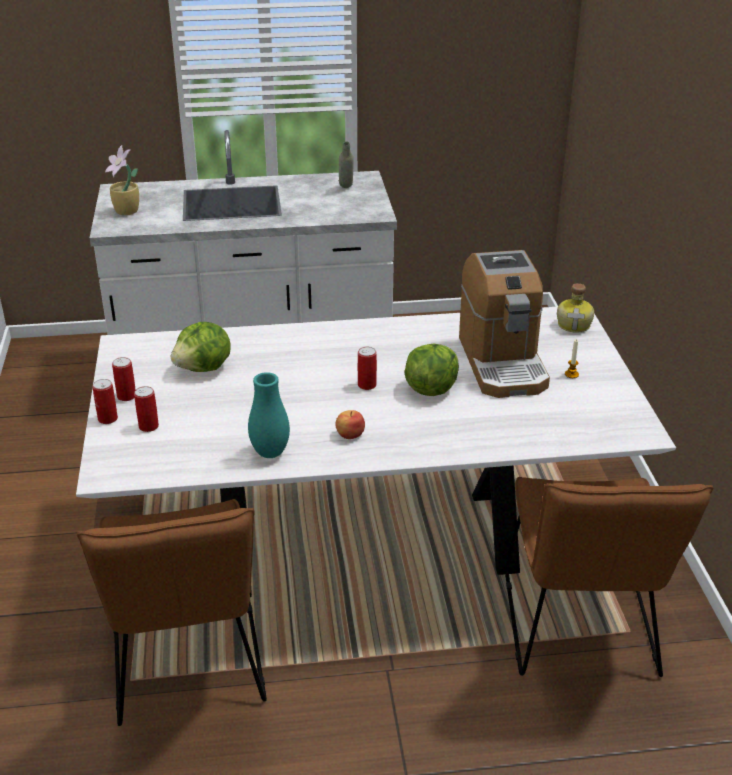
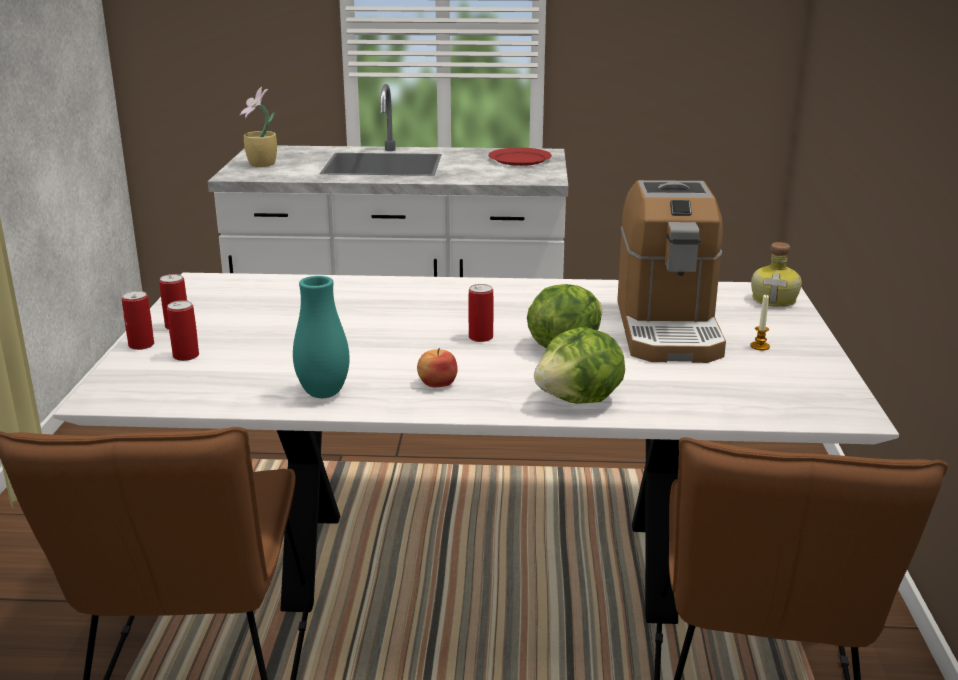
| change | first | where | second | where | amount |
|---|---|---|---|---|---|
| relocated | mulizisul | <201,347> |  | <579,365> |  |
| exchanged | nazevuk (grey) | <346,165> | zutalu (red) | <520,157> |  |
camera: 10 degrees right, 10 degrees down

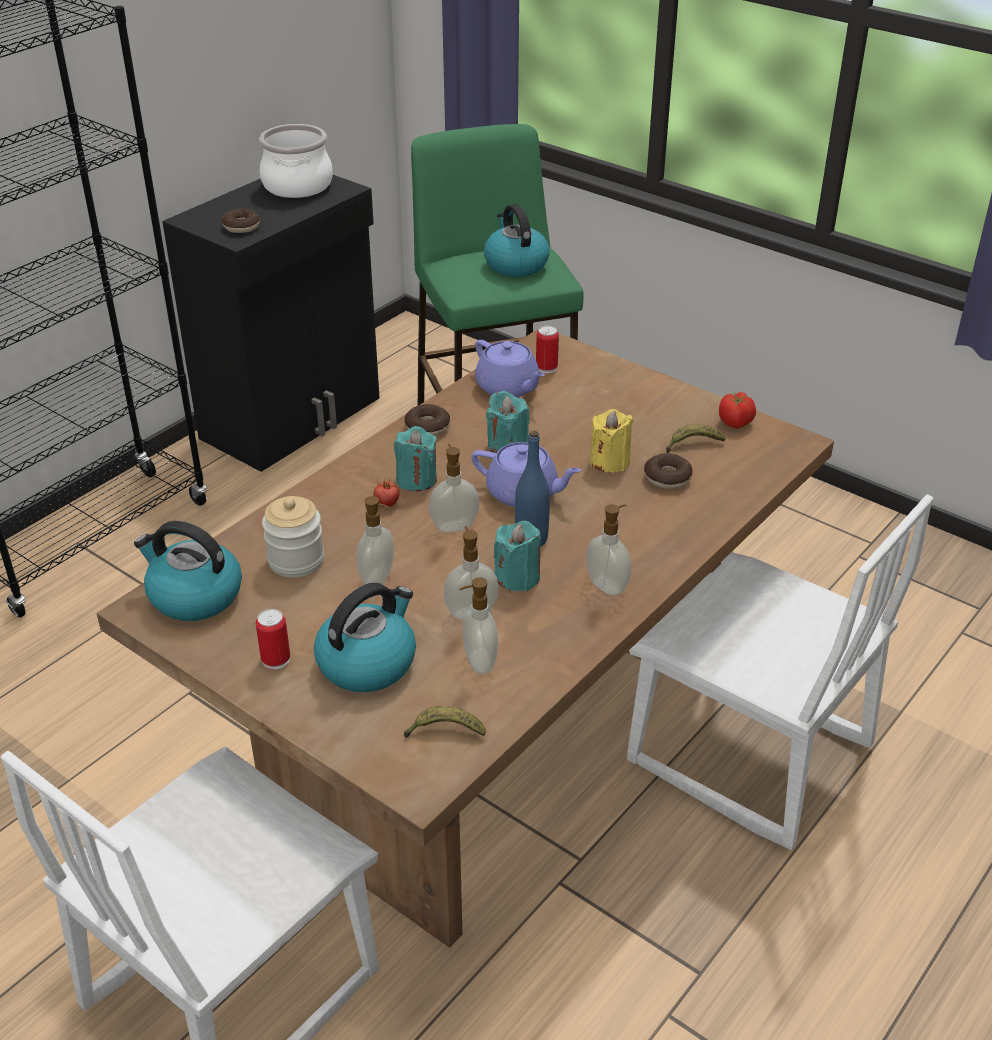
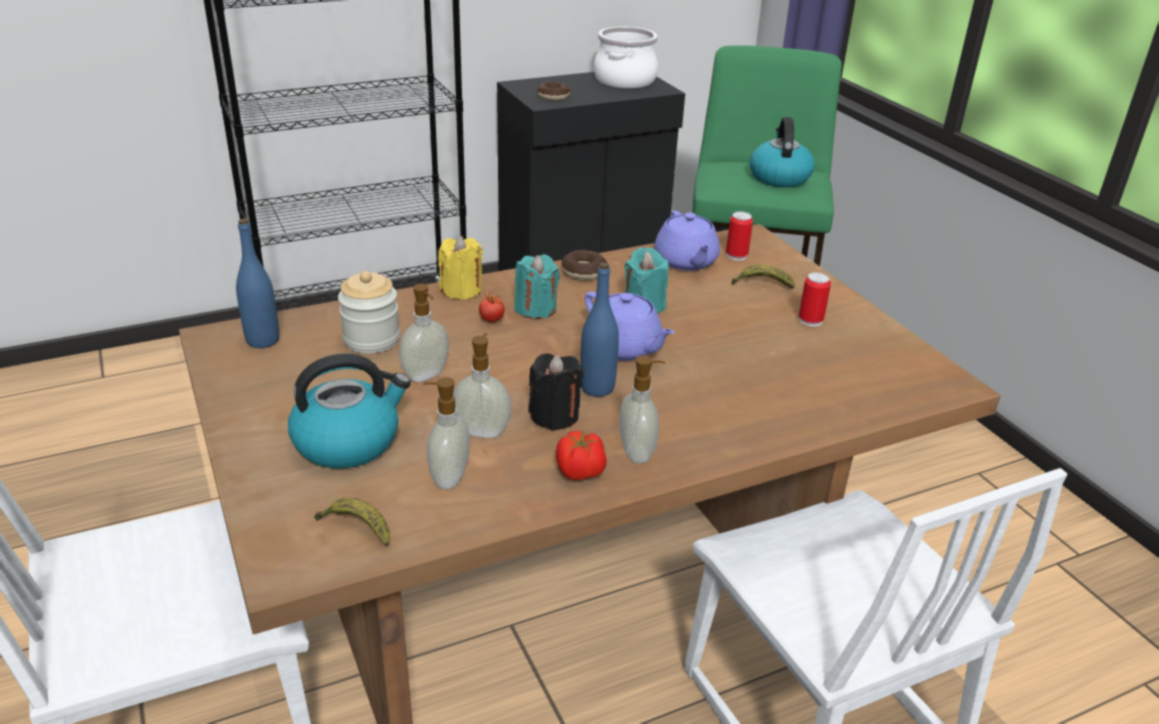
| change | first | where | second | where | amount |
|---|---|---|---|---|---|
| exchanged | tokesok | <188,571> | nazevuk (blue) | <257,283> |  |
| relocated | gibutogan | <273,639> |  | <815,299> |  |
| missing | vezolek | <454,488> |  |  |  |
| colour | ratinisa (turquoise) | <517,556> | ratinisa (black) | <556,392> |  |
| relocated | ratinisa (yellow) | <611,440> |  | <460,268> |  |
| missing | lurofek | <668,471> |  |  |  |
| relocated | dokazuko | <696,438> |  | <763,277> |  |
| relocated | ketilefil | <737,410> |  | <581,455> |  |
camera: 25 degrees right, 5 degrees down

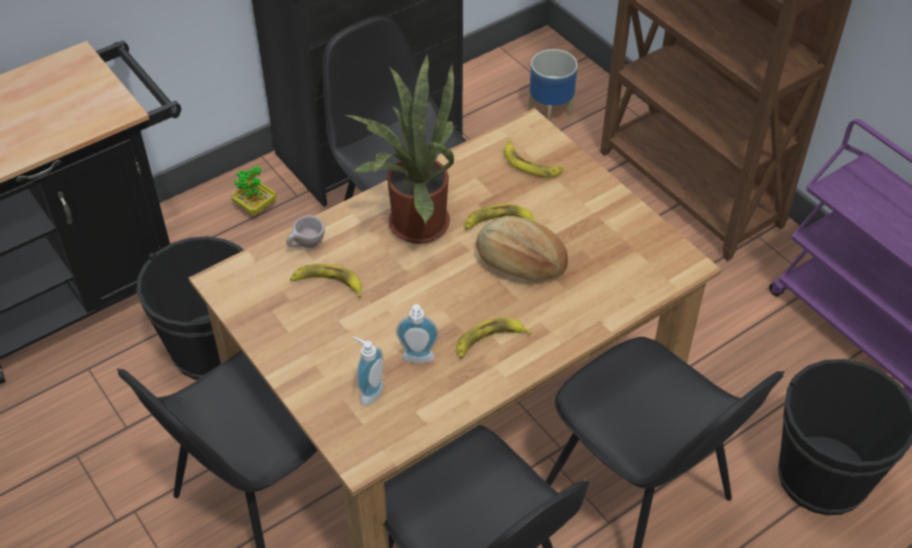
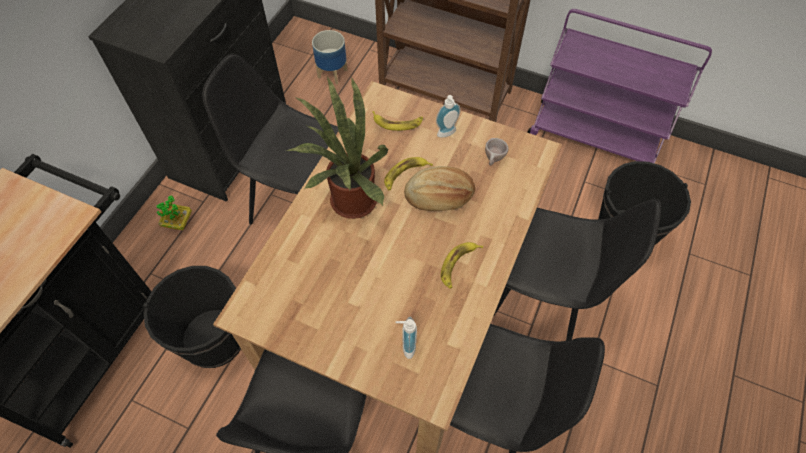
| change | first | where | second | where | amount |
|---|---|---|---|---|---|
| relocated | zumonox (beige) | <305,231> |  | <496,152> |  |
| missing | dokazuko | <326,281> |  |  |  |
| relocated | vezolek | <417,334> |  | <448,116> |  |
camera: 30 degrees left, 10 degrees up

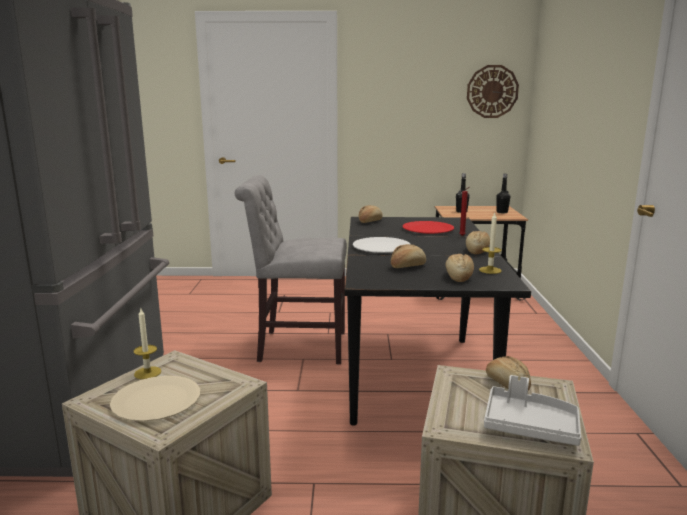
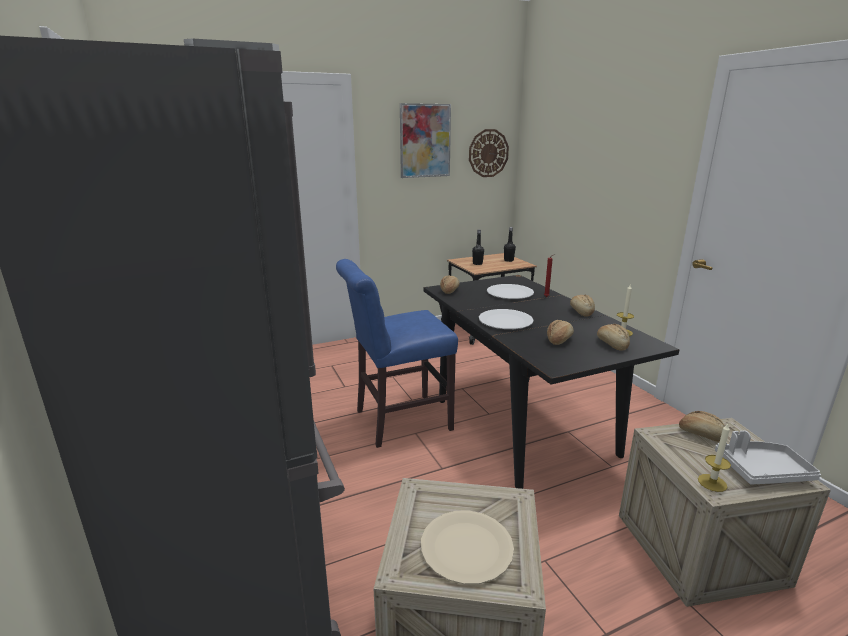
| change | first | where | second | where | amount |
|---|---|---|---|---|---|
| relocated | ratinisa | <147,344> |  | <714,458> |  |
| colour | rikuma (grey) | <291,270> | rikuma (blue) | <397,353> |  |
| colour | zutalu (red) | <428,227> | zutalu (white) | <510,291> |  |
| appeared |  |  | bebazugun | <425,140> |  |
camera: 25 degrees left, 5 degrees up

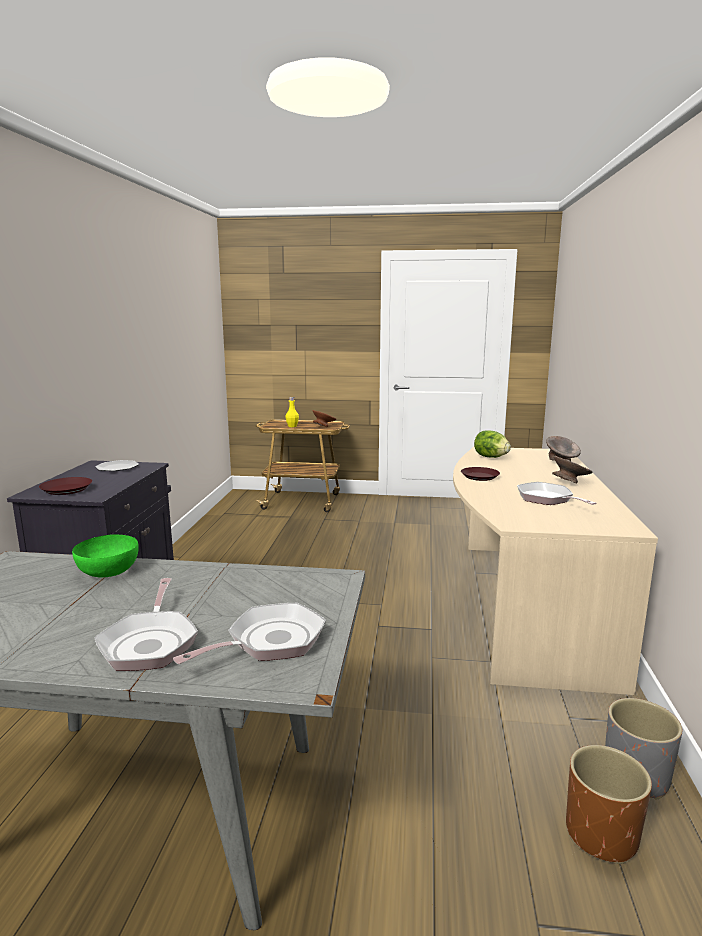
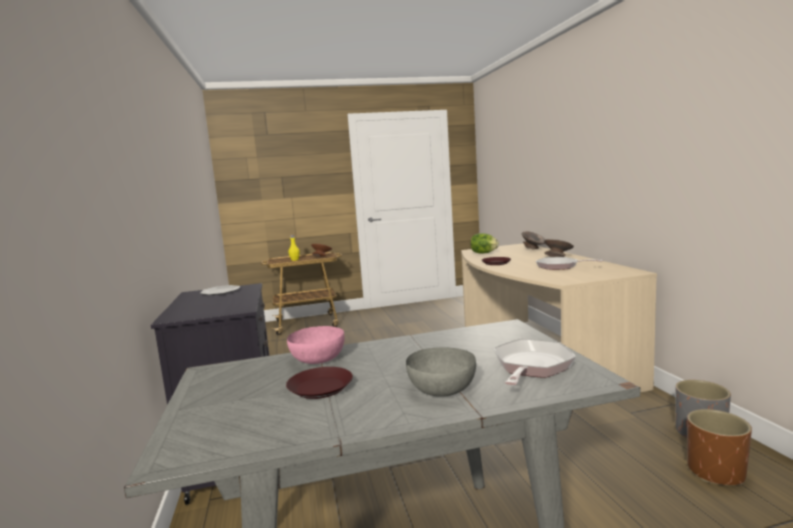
| change | first | where | second | where | amount |
|---|---|---|---|---|---|
| relocated | zutalu (brown) | <65,486> |  | <319,383> |  |
| colour | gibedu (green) | <105,556> | gibedu (pink) | <316,345> |  |
| exchanged | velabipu | <146,624> | gibedu (grey) | <441,372> |  |
camera: 20 degrees left, 5 degrees down

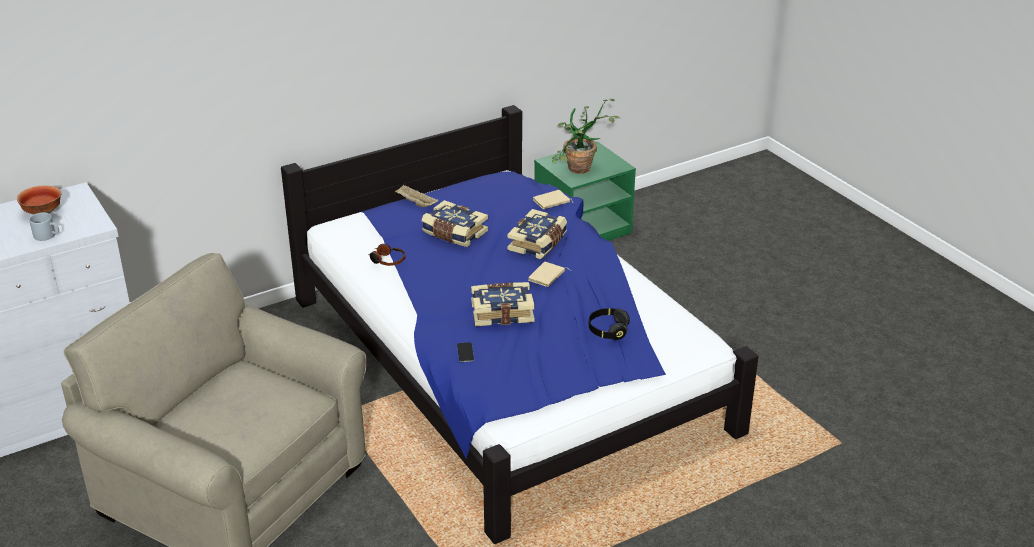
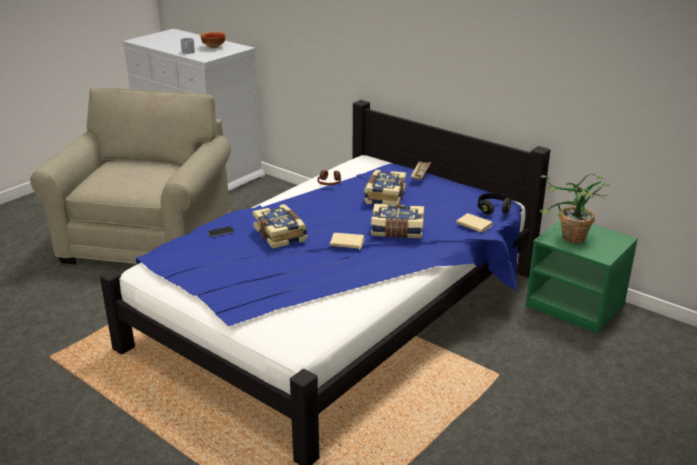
| change | first | where | second | where | amount |
|---|---|---|---|---|---|
| relocated | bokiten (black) | <609,324> |  | <494,204> |  |
camera: 70 degrees right, 5 degrees down

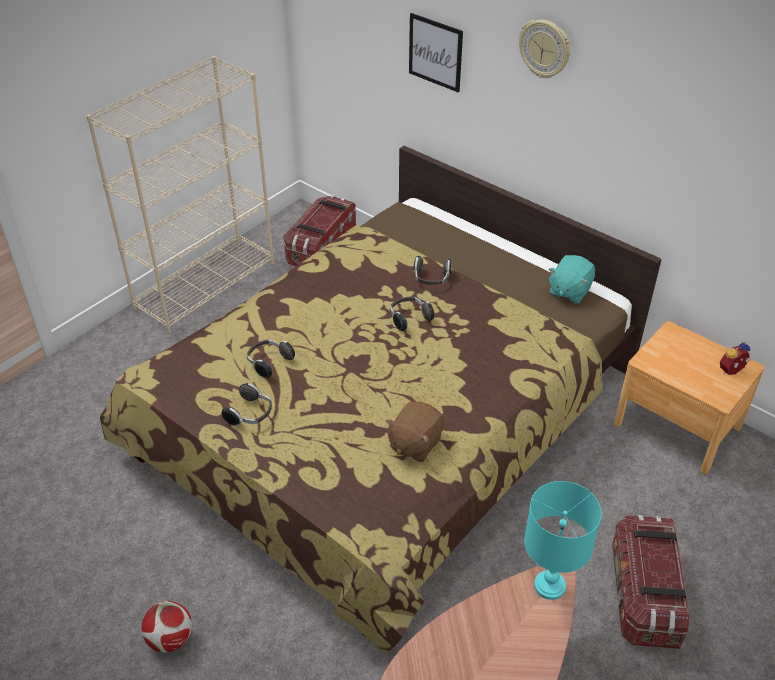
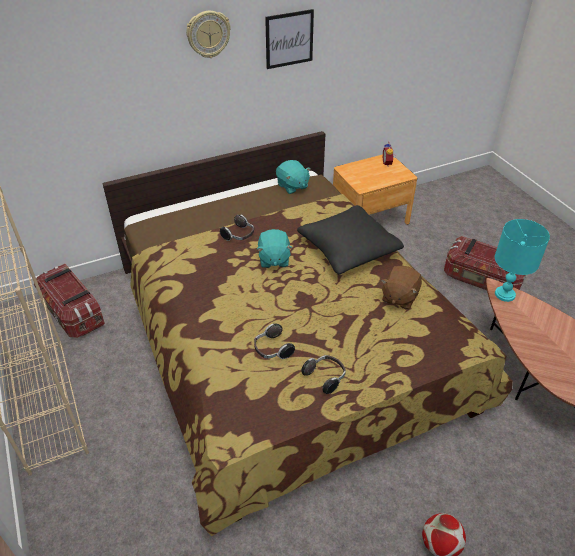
| change | first | where | second | where | amount |
|---|---|---|---|---|---|
| spun | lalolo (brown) | <415,431> |  | <401,287> | 60 degrees clockwise |
| exchanged | bokiten | <412,314> | lalolo (turquoise) | <274,248> |  |
| relocated | bebazugun | <436,52> |  | <289,39> |  |
| appeared |  |  | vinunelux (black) | <350,239> |  |
camera: 65 degrees left, 0 degrees up

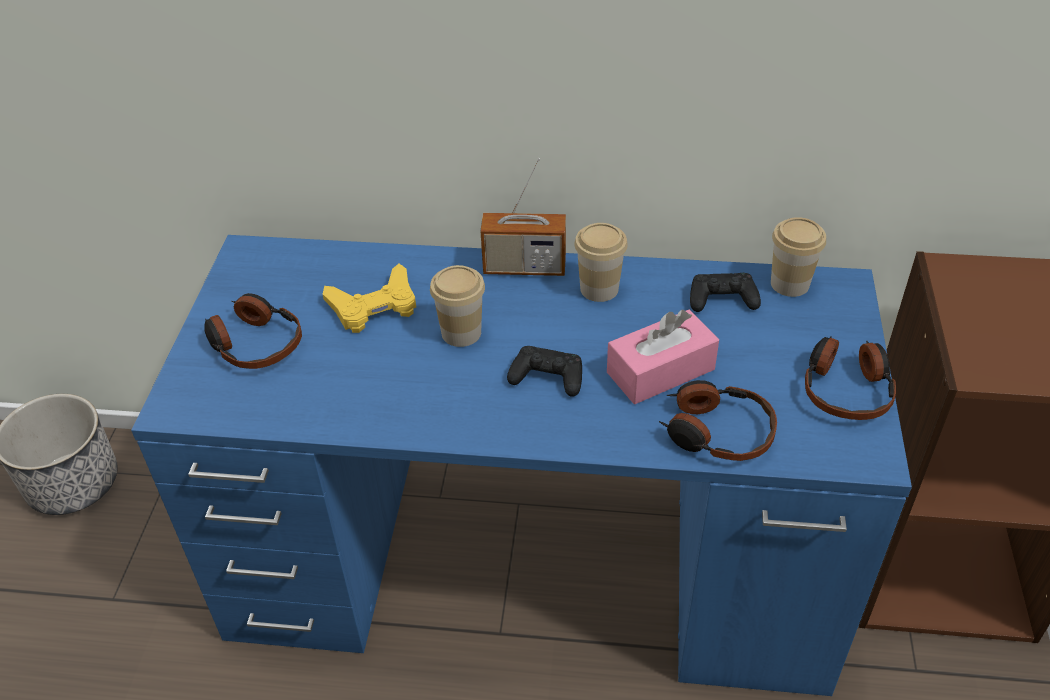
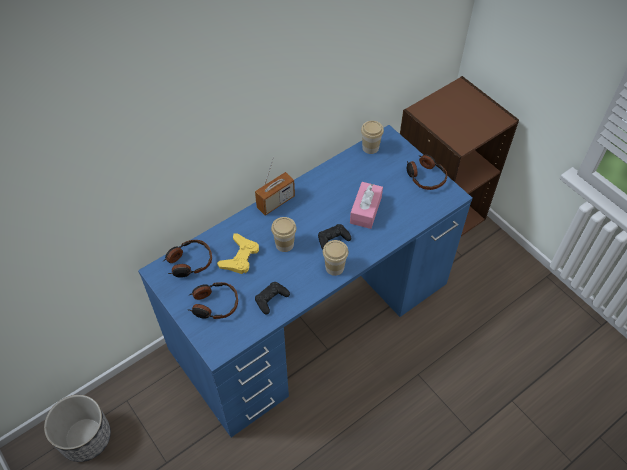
| change | first | where | second | where | amount |
|---|---|---|---|---|---|
| relocated | zumonox | <601,262> |  | <336,258> |  |
| relocated | bokiten | <718,420> |  | <187,259> |  |
| relocated | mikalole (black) | <725,292> |  | <272,298> |  |
camera: 45 degrees left, 10 degrees up

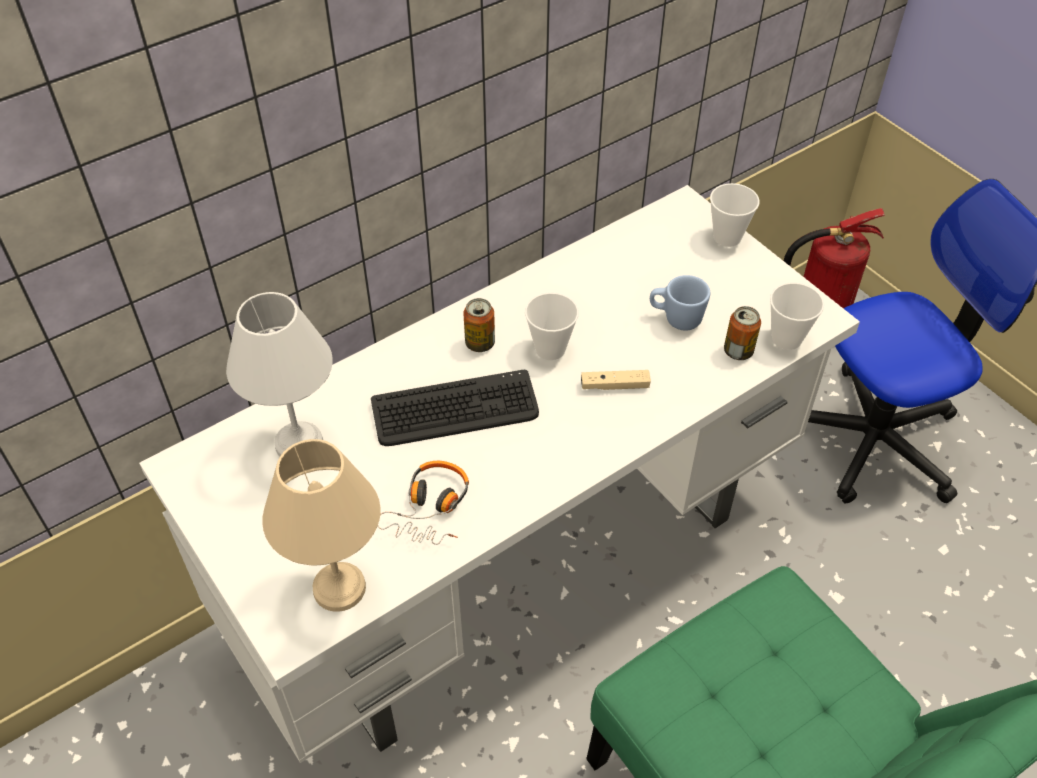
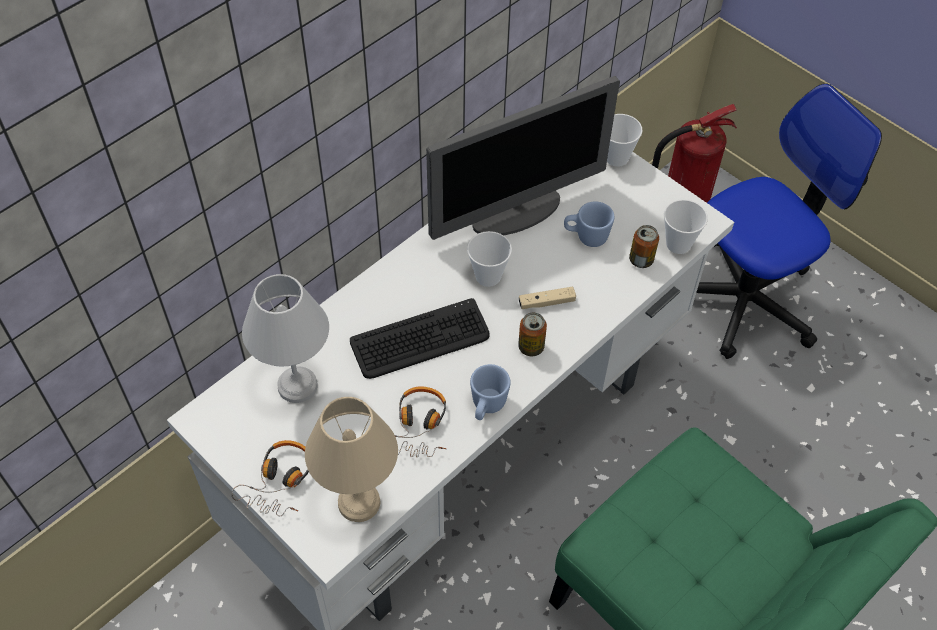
| change | first | where | second | where | amount |
|---|---|---|---|---|---|
| relocated | gibutogan | <479,325> |  | <532,334> |  |
| appeared |  |  | bokiten | <270,478> |  |
| appeared |  |  | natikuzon | <523,158> |  |
| appeared |  |  | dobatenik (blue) | <490,392> |  |
camera: 10 degrees left, 5 degrees up

